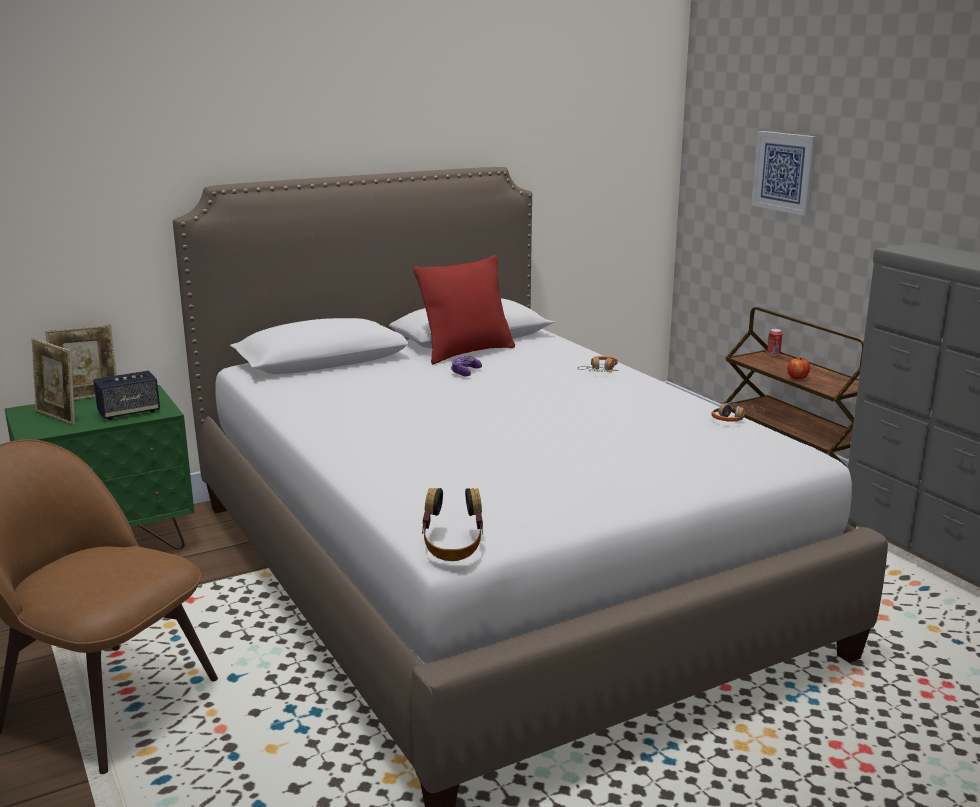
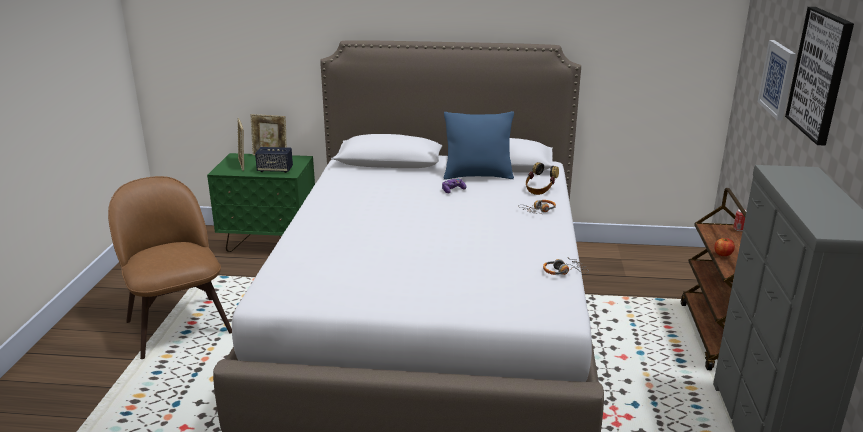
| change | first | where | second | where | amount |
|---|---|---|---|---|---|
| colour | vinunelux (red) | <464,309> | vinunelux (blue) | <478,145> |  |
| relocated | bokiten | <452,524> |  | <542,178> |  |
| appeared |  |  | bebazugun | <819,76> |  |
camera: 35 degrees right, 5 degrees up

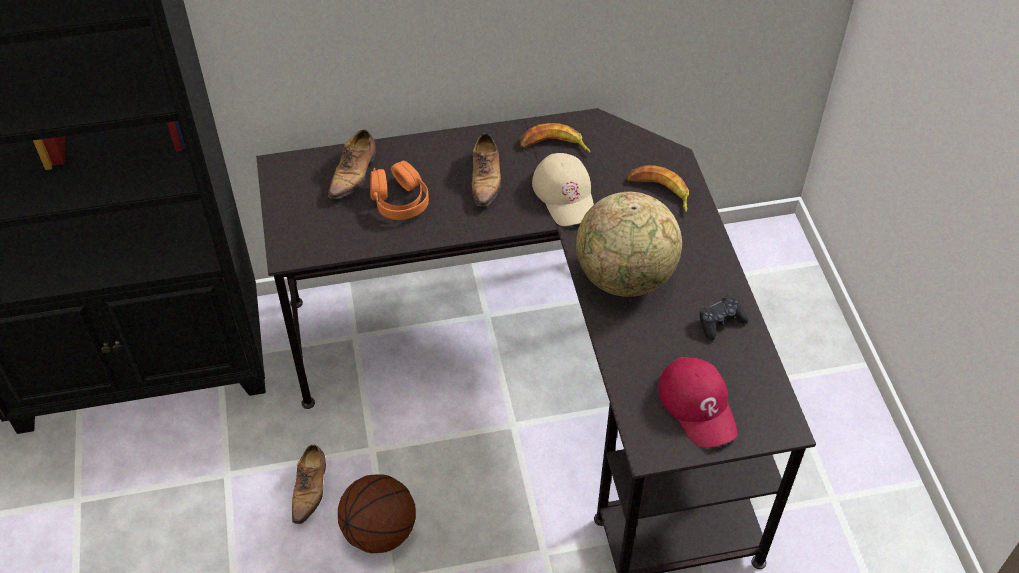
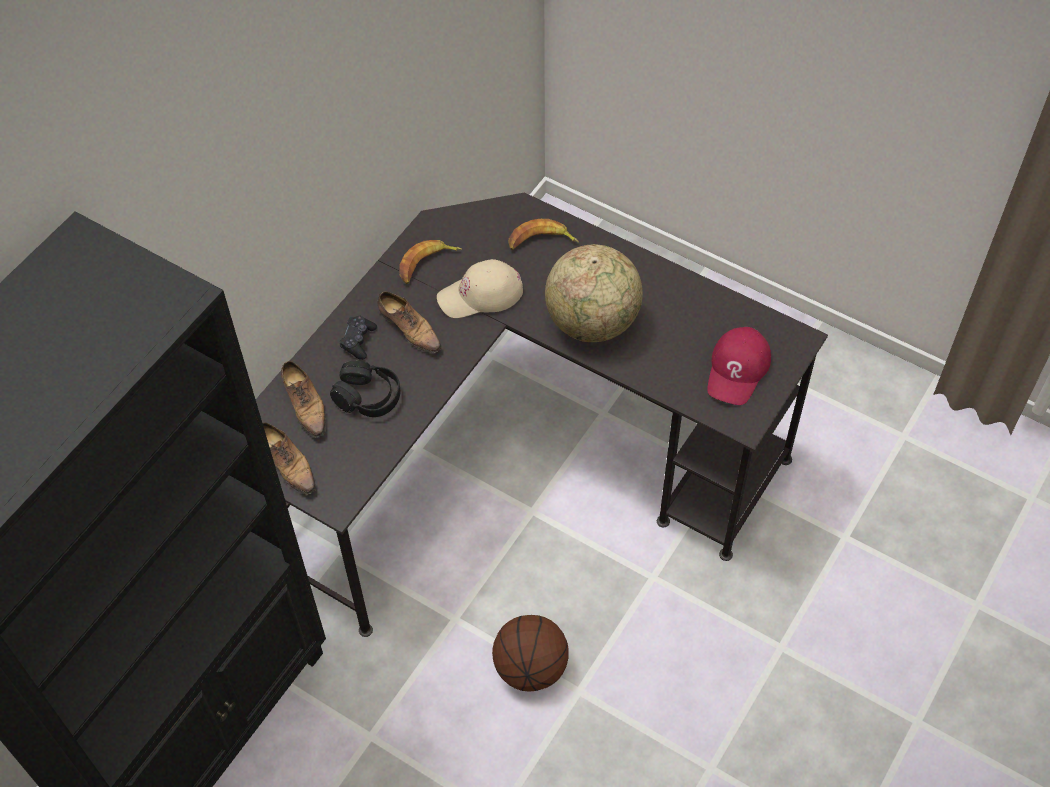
| change | first | where | second | where | amount |
|---|---|---|---|---|---|
| relocated | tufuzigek | <309,485> |  | <289,459> |  |
| colour | bokiten (orange) | <399,190> | bokiten (black) | <365,389> |  |
| spun | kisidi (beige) | <563,189> |  | <480,288> | 135 degrees clockwise |
| spun | kisidi (red) | <697,402> |  | <739,366> | 90 degrees clockwise |
| relocated | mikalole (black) | <723,318> |  | <358,338> |  |
camera: 45 degrees left, 5 degrees up

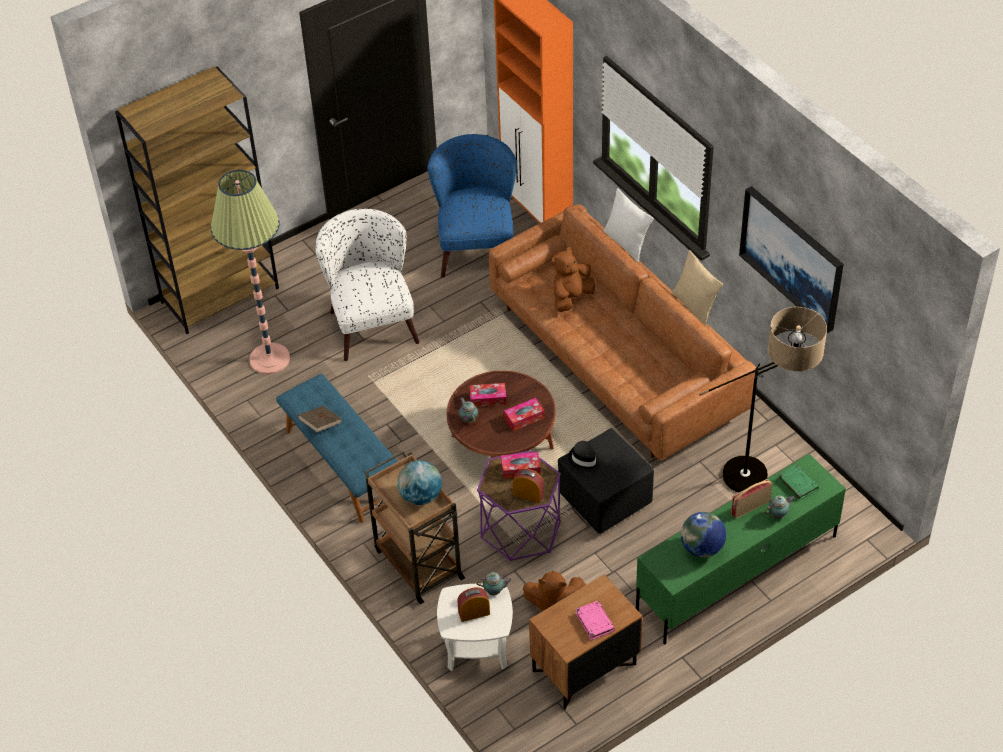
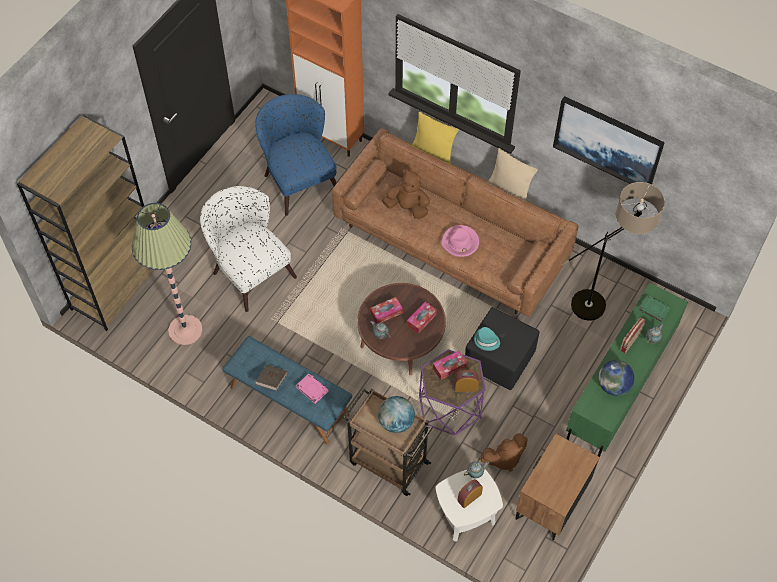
| change | first | where | second | where | amount |
|---|---|---|---|---|---|
| spun | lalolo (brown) | <573,279> |  | <406,194> | 90 degrees clockwise |
| colour | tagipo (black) | <584,456> | tagipo (turquoise) | <487,339> |  |
| relocated | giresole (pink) | <595,620> |  | <312,388> |  |
| colour | vinunelux (white) | <628,225> | vinunelux (yellow) | <435,138> |  |
| appeared |  |  | tagipo (pink) | <460,241> |  |
camera: 25 degrees left, 10 degrees up

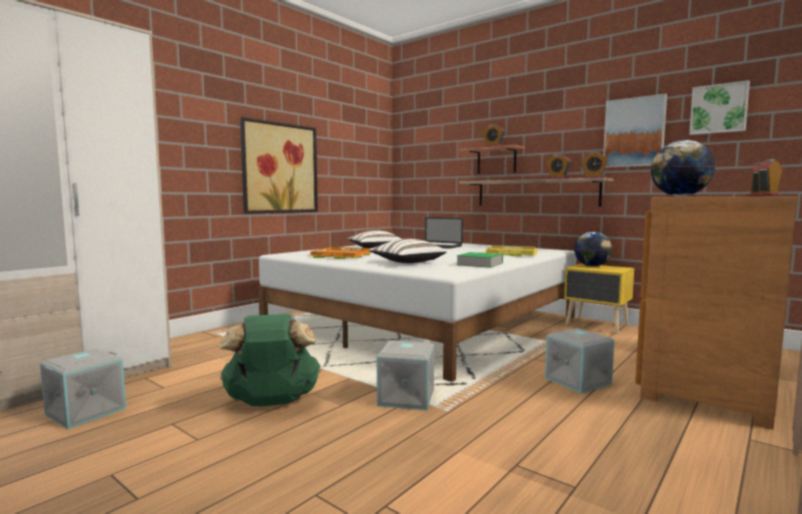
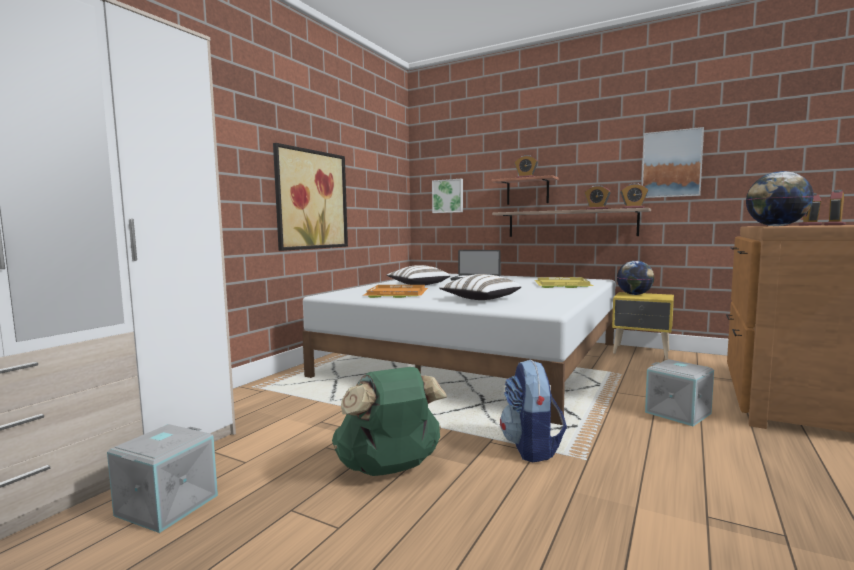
| change | first | where | second | where | amount |
|---|---|---|---|---|---|
| exchanged | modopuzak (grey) | <405,375> | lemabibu | <533,411> |  |
| missing | giresole | <480,260> |  |  |  |
| relocated | bebazugun | <719,107> |  | <447,196> |  |
camera: 10 degrees left, 0 degrees up

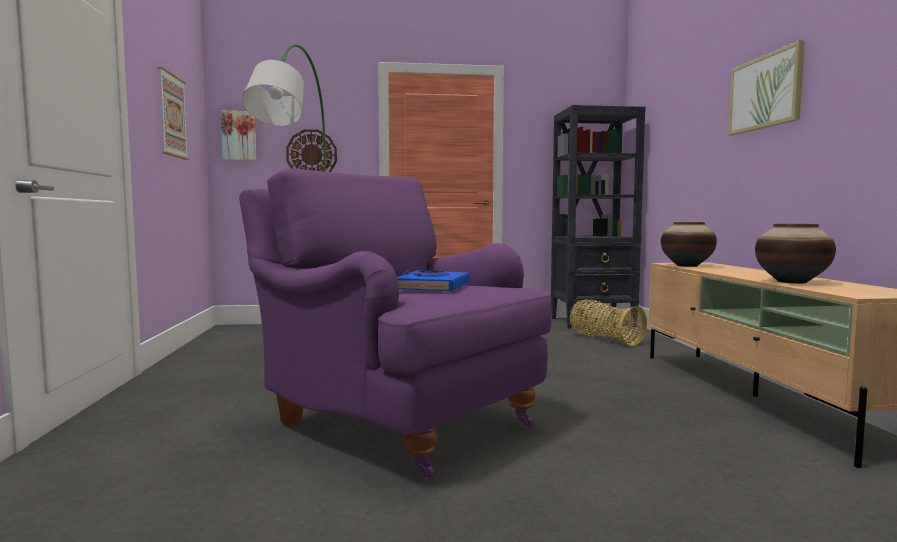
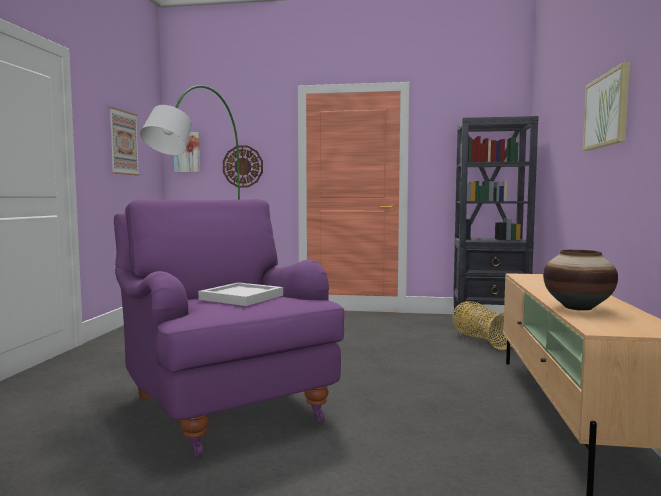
| change | first | where | second | where | amount |
|---|---|---|---|---|---|
| exchanged | giresole (blue) | <433,280> | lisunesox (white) | <240,294> |  |
| missing | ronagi | <689,244> |  |  |  |
camera: 15 degrees right, 0 degrees up

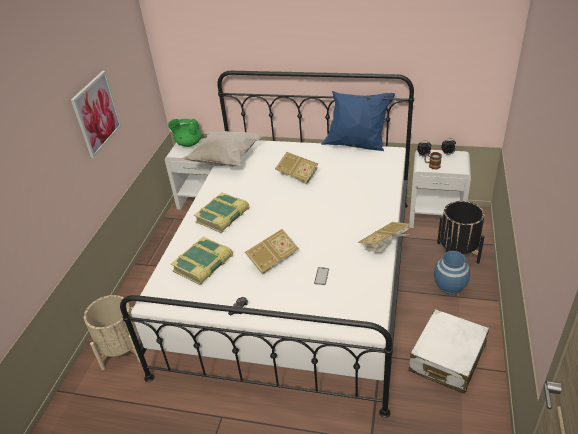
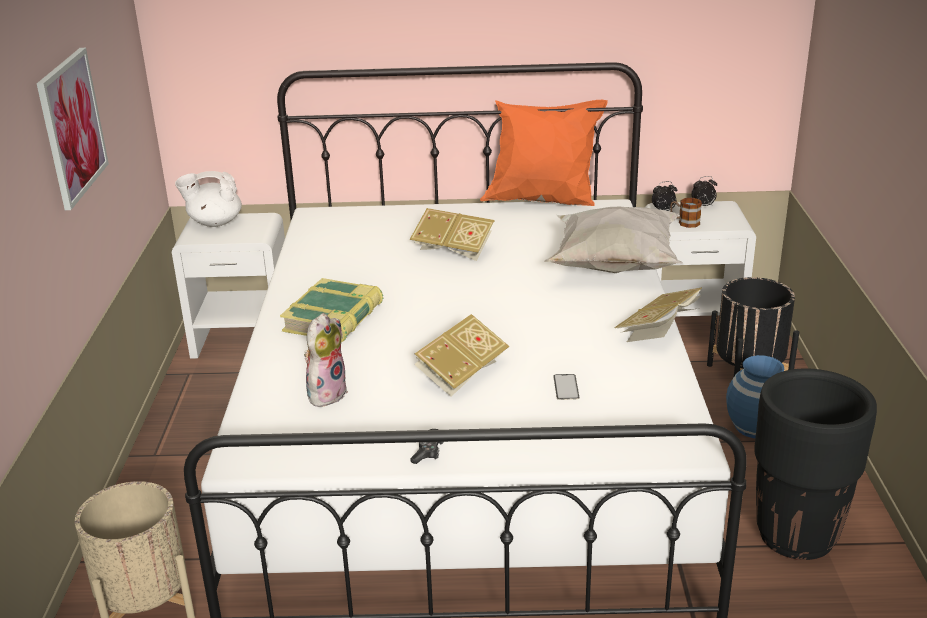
| change | first | where | second | where | amount |
|---|---|---|---|---|---|
| colour | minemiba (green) | <185,133> | minemiba (white) | <208,199> |  |
| exchanged | giresole | <202,261> | lalolo | <326,360> |  |
| relocated | vinunelux (white) | <222,149> |  | <613,240> |  |
| colour | vinunelux (blue) | <358,121> | vinunelux (orange) | <544,153> |  |
| exchanged | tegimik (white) | <449,351> | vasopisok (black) | <815,464> |  |
camera: 15 degrees left, 10 degrees down

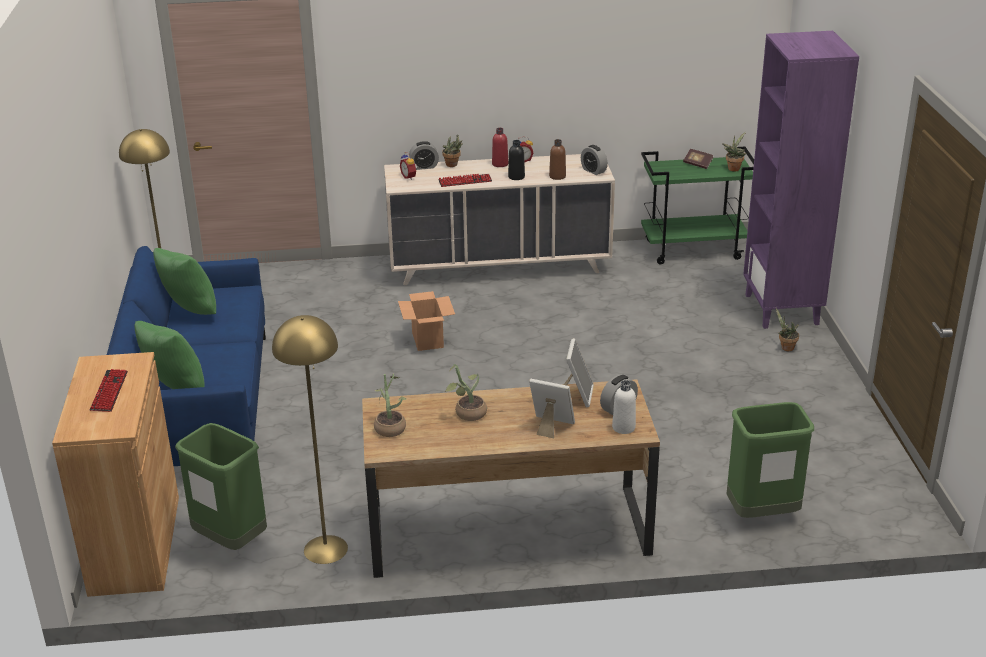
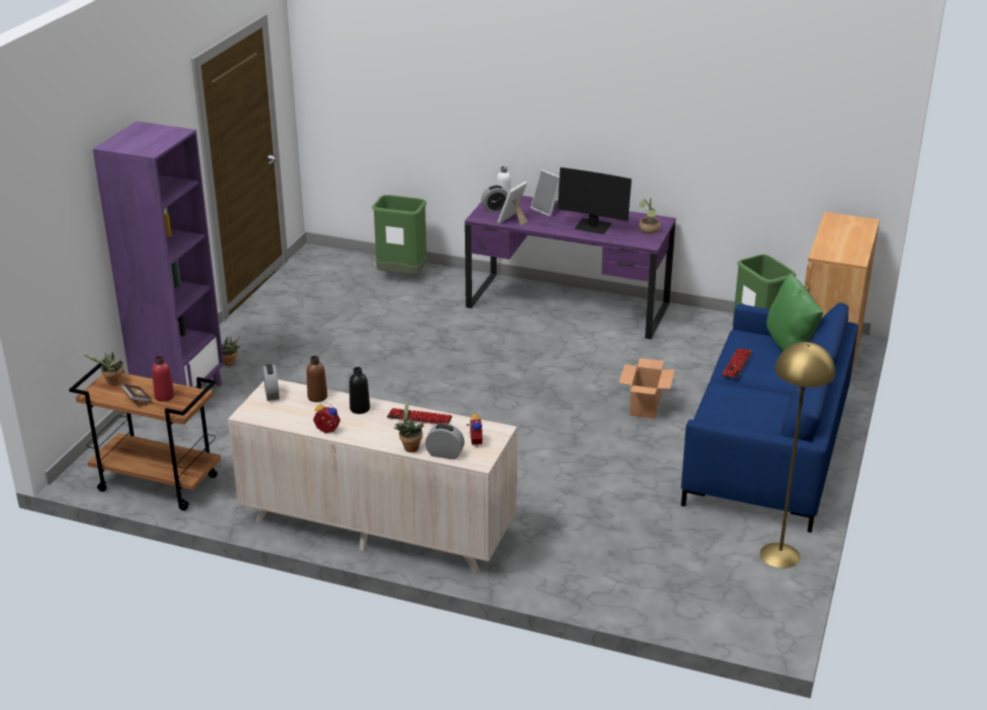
| change | first | where | second | where | amount |
|---|---|---|---|---|---|
| relocated | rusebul | <109,390> |  | <737,363> |  |
| missing | vinunelux (green) | <184,281> |  |  |  |
| missing | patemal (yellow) | <310,439> |  |  |  |
| colour | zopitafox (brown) | <511,478> | zopitafox (purple) | <570,267> |  |
| relocated | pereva | <426,321> |  | <647,388> |  |
| exchanged | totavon | <465,392> | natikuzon | <595,200> |  |
| relocated | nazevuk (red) | <500,147> |  | <163,378> |  |
| colour | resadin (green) | <697,206> | resadin (brown) | <145,434> |  |
camera: 155 degrees left, 0 degrees up

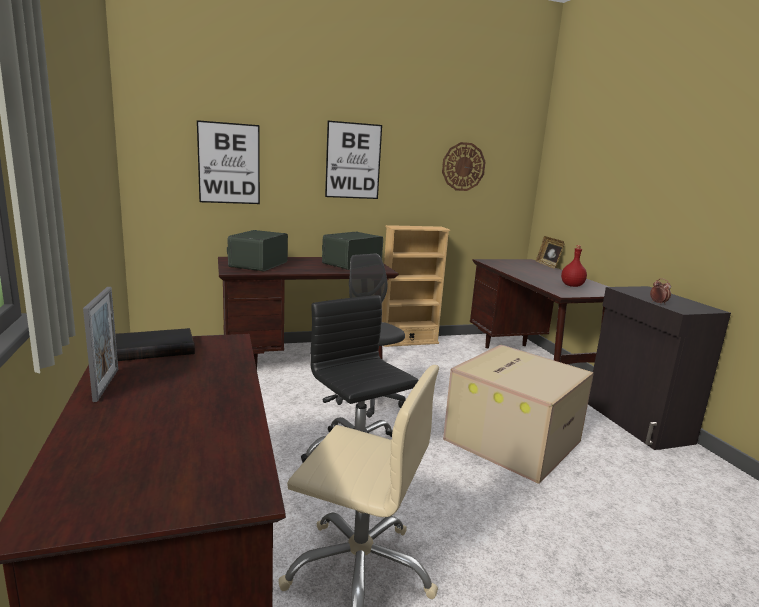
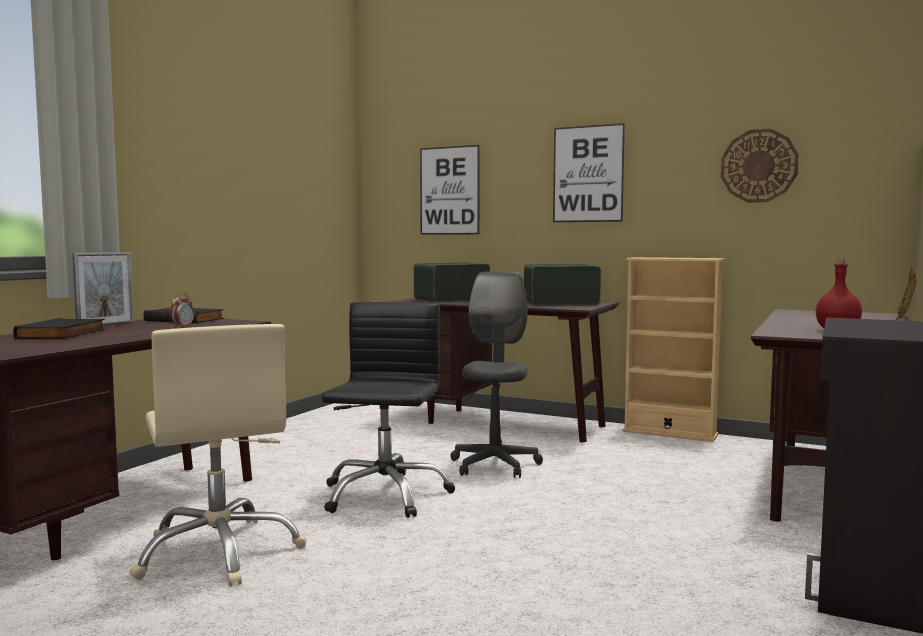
| change | first | where | second | where | amount |
|---|---|---|---|---|---|
| missing | pereva | <518,414> |  |  |  |
| relocated | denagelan | <660,292> |  | <181,310> |  |
| appeared |  |  | giresole (black) | <59,328> |  |
camera: 45 degrees right, 10 degrees down

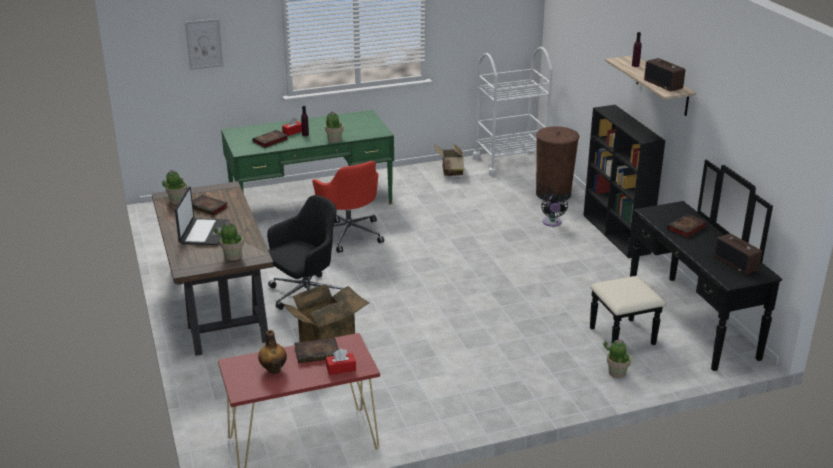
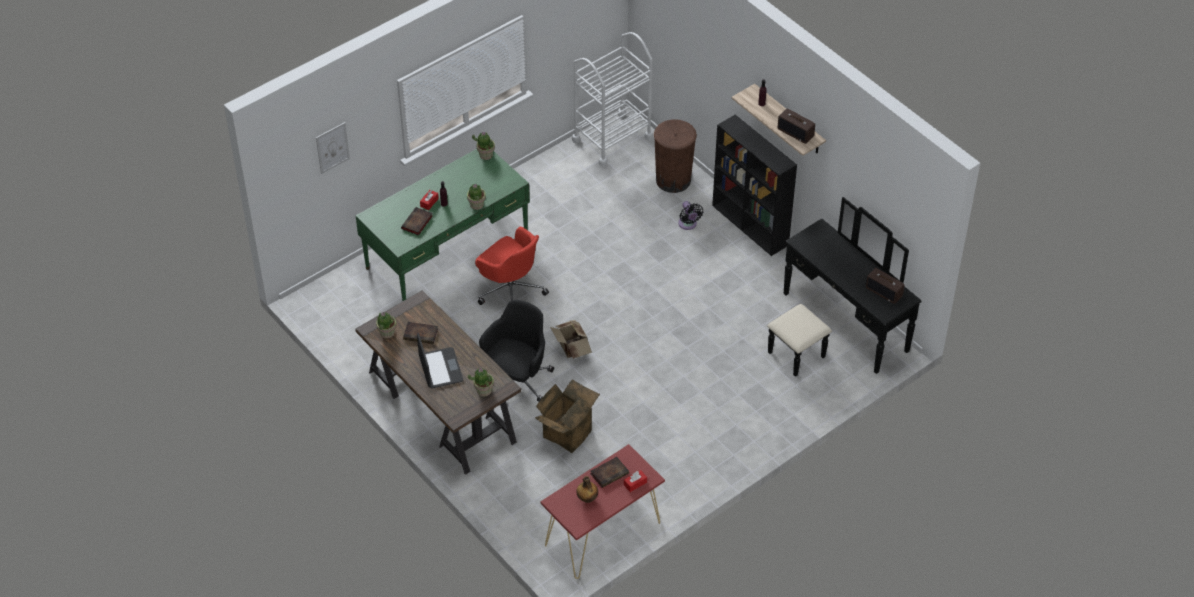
| change | first | where | second | where | amount |
|---|---|---|---|---|---|
| relocated | pereva | <449,159> |  | <571,339> |  |
| relocated | totavon | <617,358> |  | <483,146> |  |
| missing | giresole | <687,226> |  |  |  |
camera: 20 degrees left, 20 degrees up

